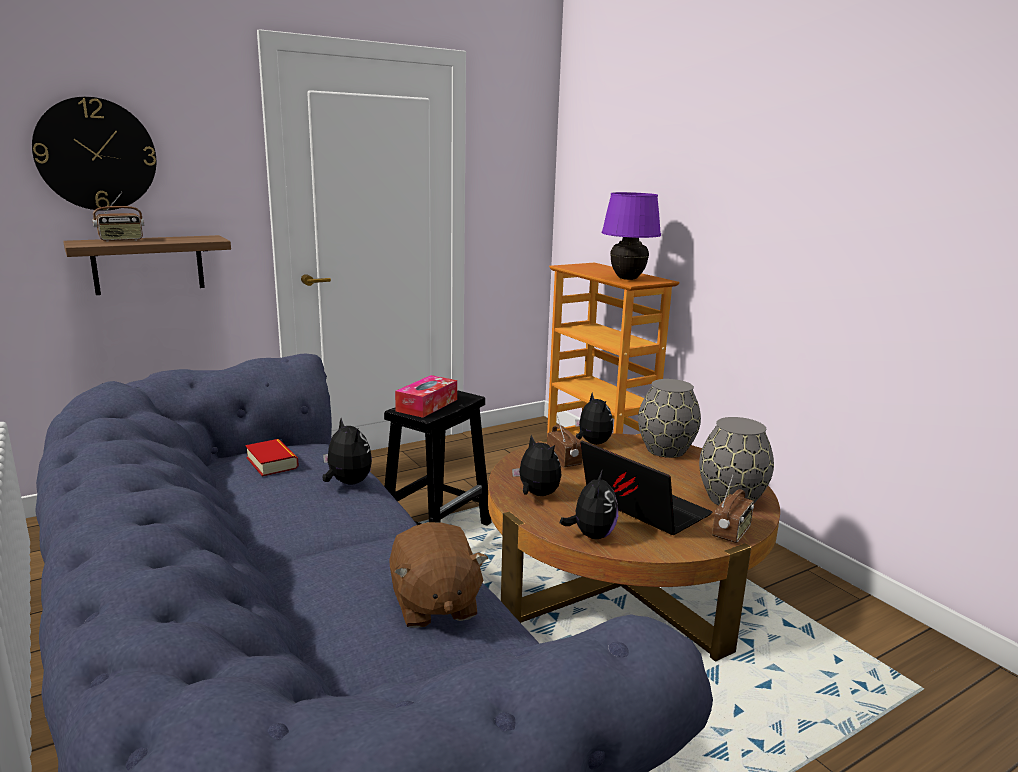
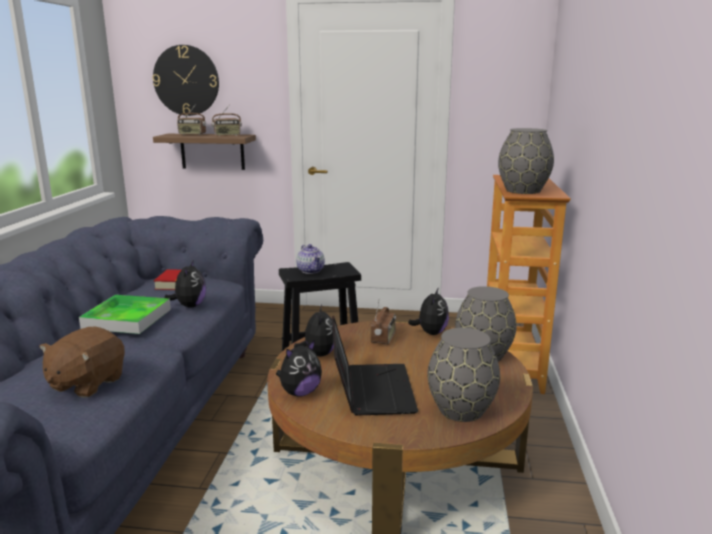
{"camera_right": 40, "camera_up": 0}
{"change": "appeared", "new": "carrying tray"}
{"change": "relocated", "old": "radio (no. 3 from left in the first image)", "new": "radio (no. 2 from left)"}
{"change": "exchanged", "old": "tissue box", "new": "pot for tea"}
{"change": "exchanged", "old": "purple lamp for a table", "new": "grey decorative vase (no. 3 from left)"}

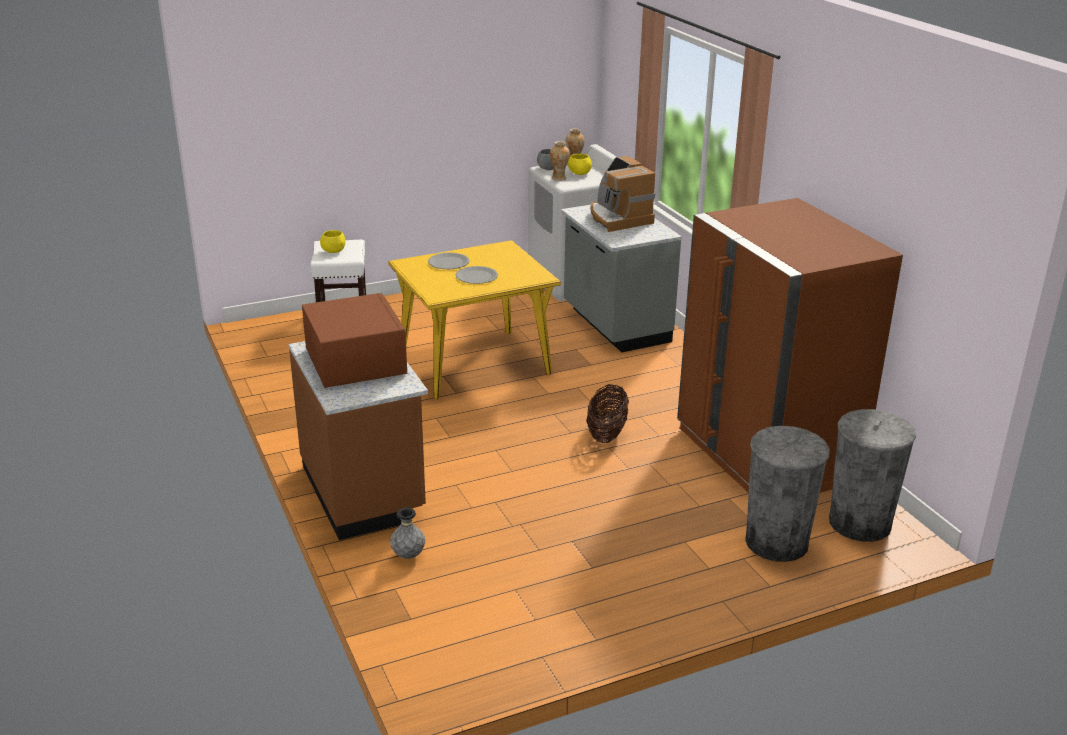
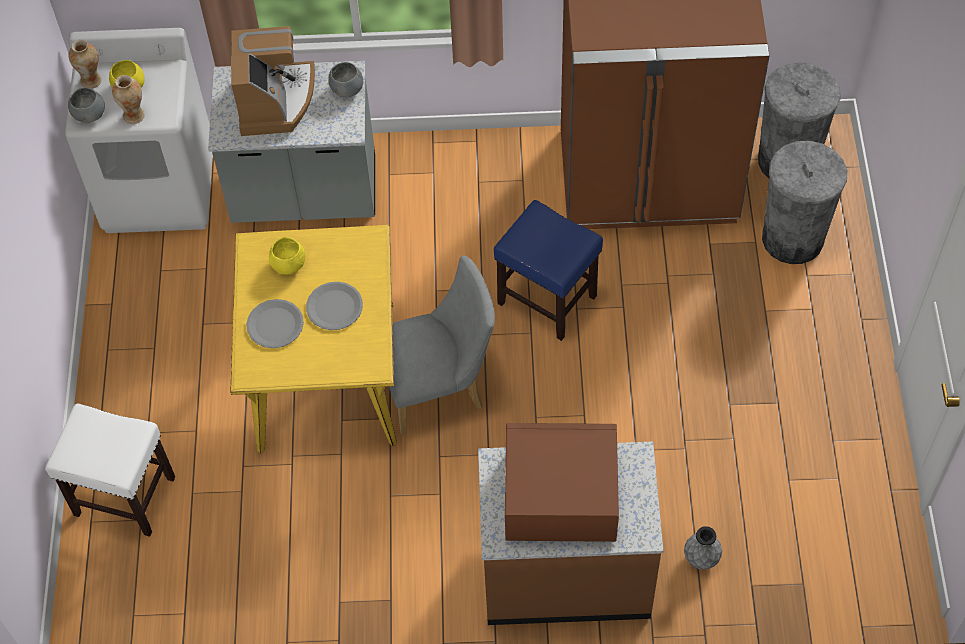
{"camera_right": -65, "camera_up": 30}
{"change": "appeared", "new": "grey serving bowl (no. 2 from left)"}
{"change": "appeared", "new": "grey chair"}
{"change": "relocated", "old": "yellow serving bowl (no. 1 from left in the first image)", "new": "yellow serving bowl (no. 2 from left)"}
{"change": "exchanged", "old": "storage basket", "new": "blue stool"}
{"change": "spun", "old": "coffee brewer", "degrees": -90}

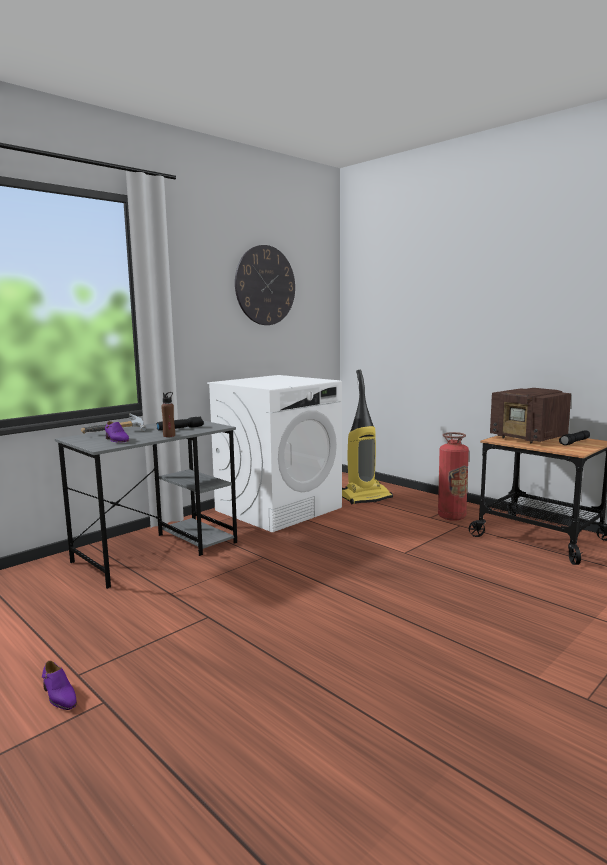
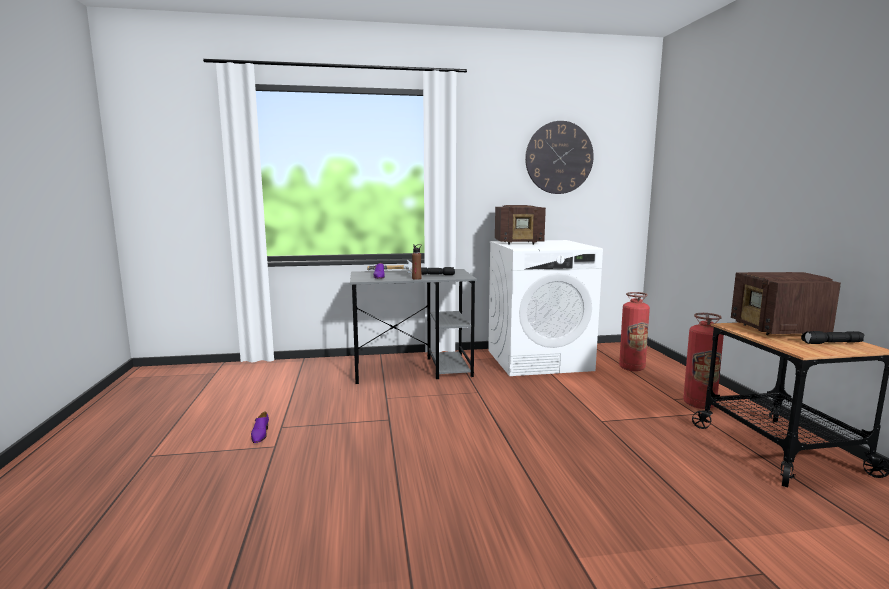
{"camera_right": 35, "camera_up": 0}
{"change": "appeared", "new": "radio (no. 1 from left)"}
{"change": "exchanged", "old": "vacuum cleaner", "new": "fire-fighting cylinder (no. 1 from left)"}

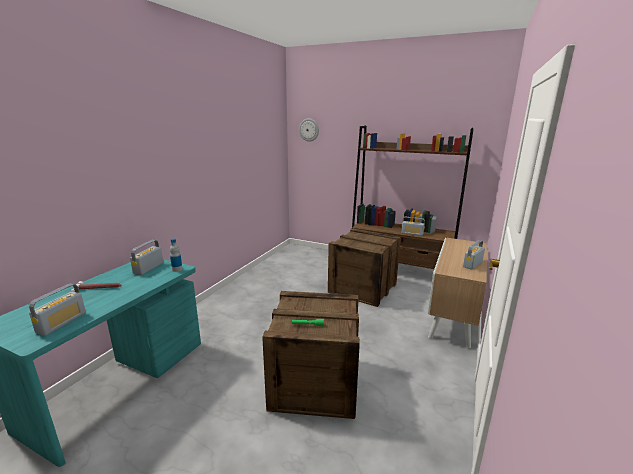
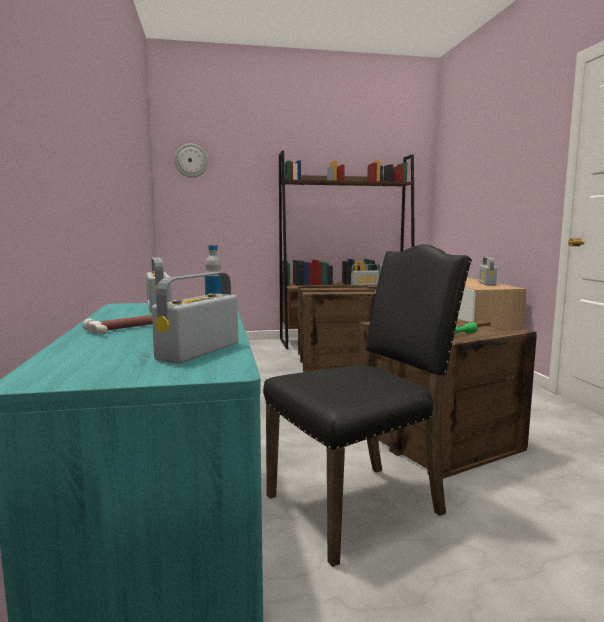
{"camera_right": -35, "camera_up": -10}
{"change": "appeared", "new": "blackish chair"}
{"change": "spun", "old": "radio (no. 1 from left in the first image)", "degrees": -135}

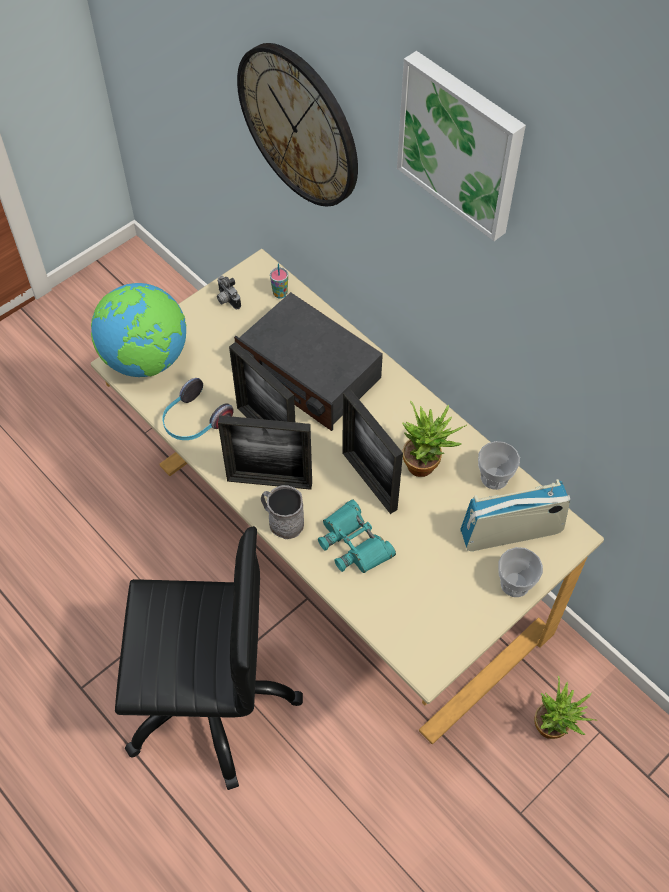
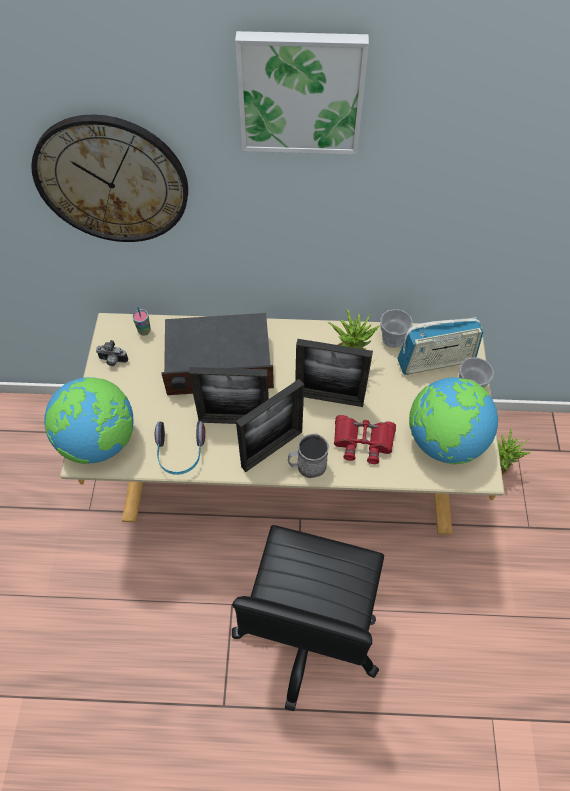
{"camera_right": -45, "camera_up": 0}
{"change": "appeared", "new": "desk globe (no. 2 from left)"}
{"change": "colour", "old": "blue-green field glasses", "new": "reddish field glasses"}
{"change": "spun", "old": "blackish desk chair", "degrees": 150}
{"change": "spun", "old": "radio (no. 2 from left)", "degrees": -135}

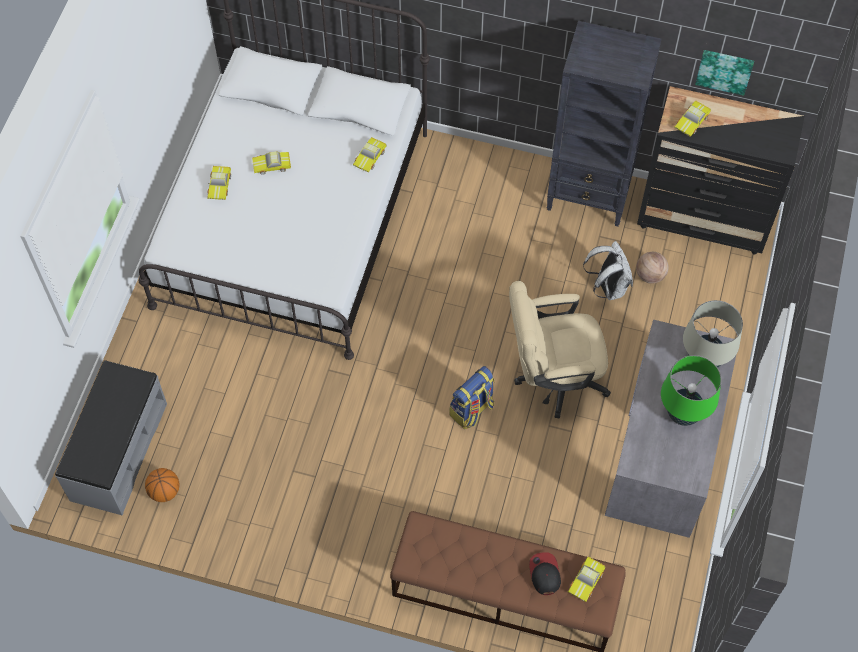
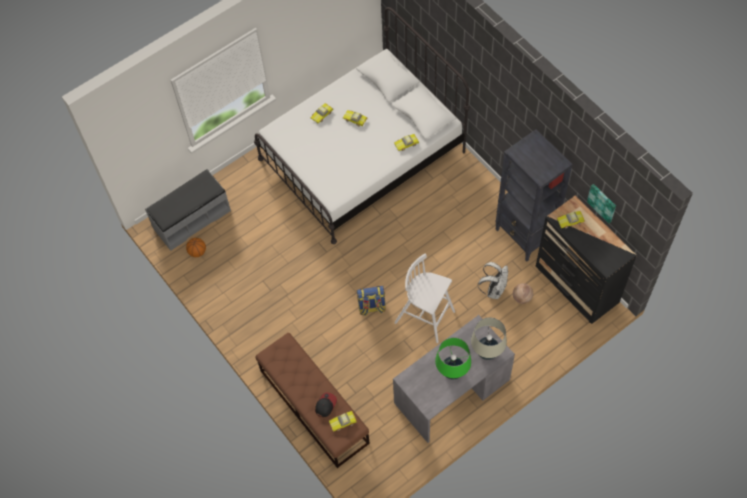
{"camera_right": 40, "camera_up": 0}
{"change": "exchanged", "old": "sand-coloured desk chair", "new": "white stool"}

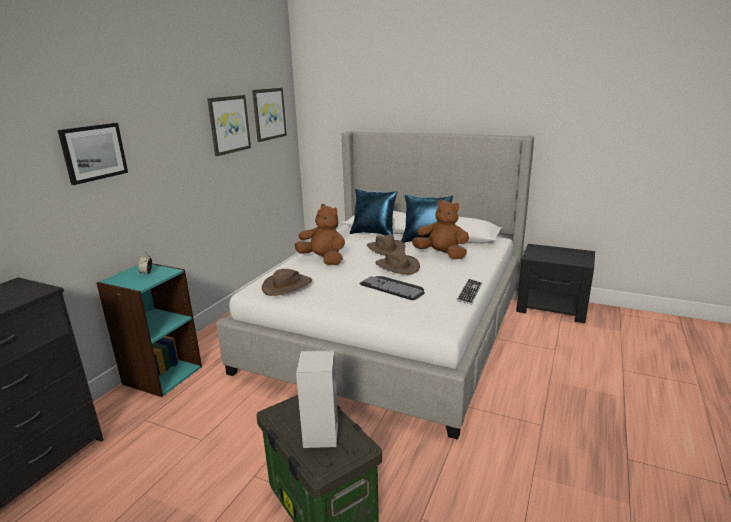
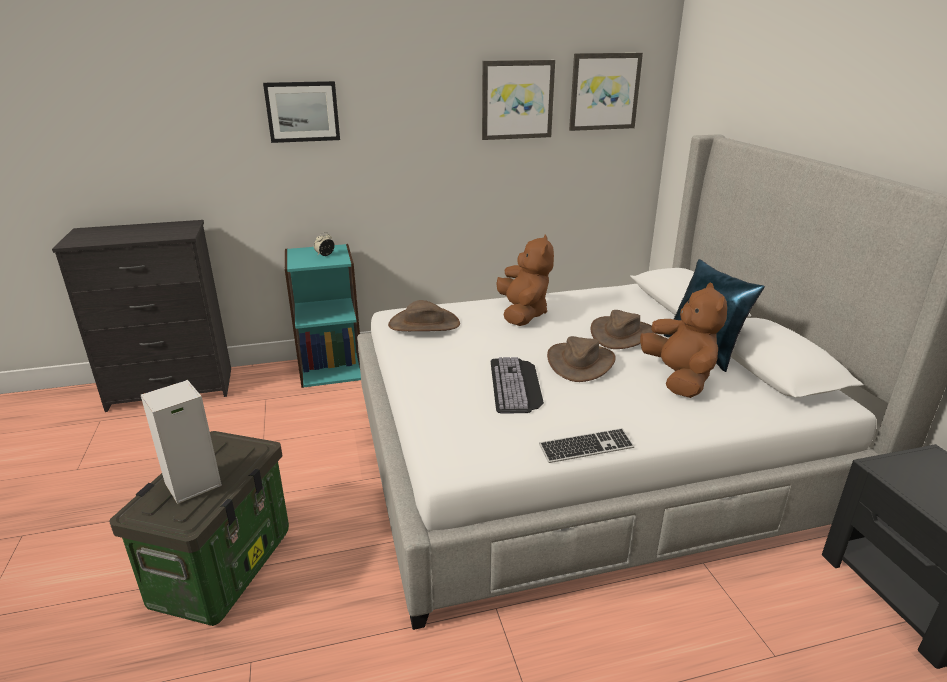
{"camera_right": 50, "camera_up": 5}
{"change": "missing", "old": "blue pillow (no. 1 from left)"}

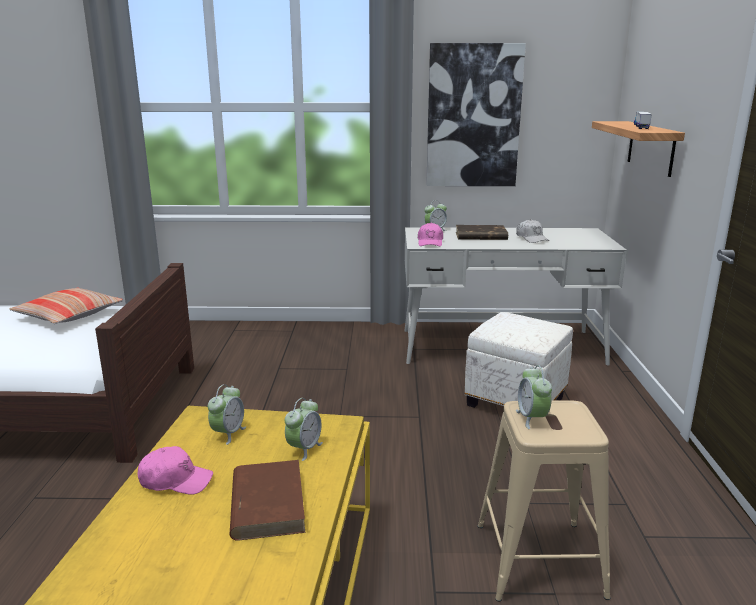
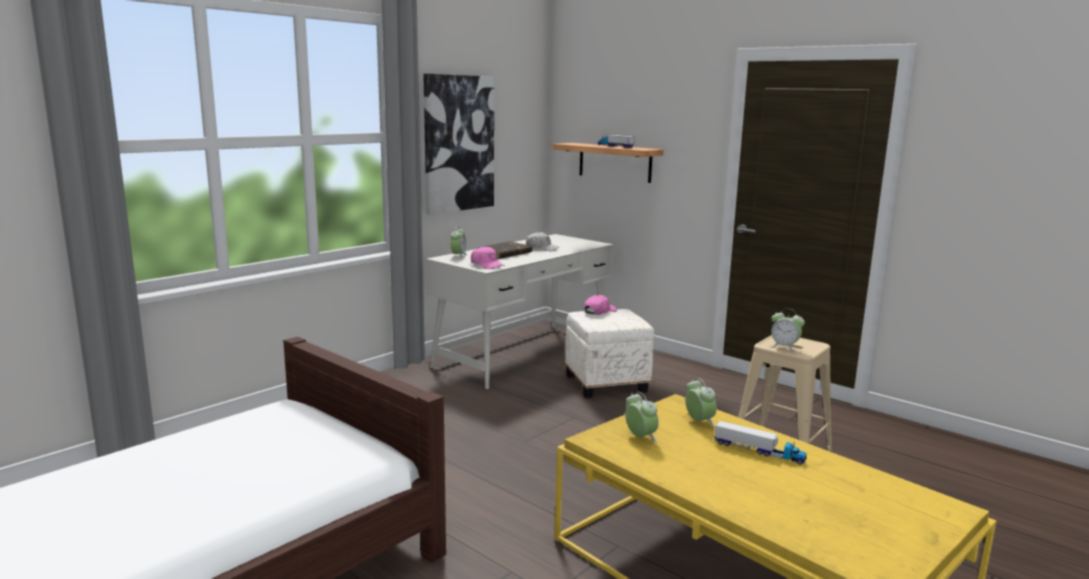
{"camera_right": -50, "camera_up": -5}
{"change": "missing", "old": "pillow"}
{"change": "relocated", "old": "pinkish cap (no. 1 from left in the first image)", "new": "pinkish cap (no. 2 from left)"}
{"change": "exchanged", "old": "brown-coloured book (no. 1 from left)", "new": "toy truck (no. 2 from left)"}

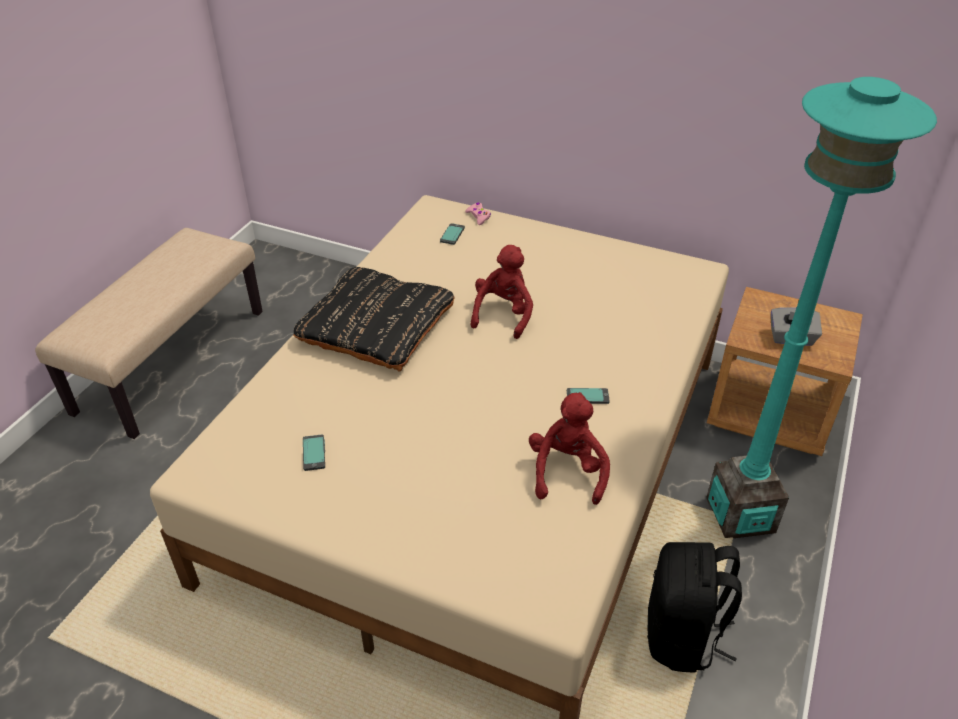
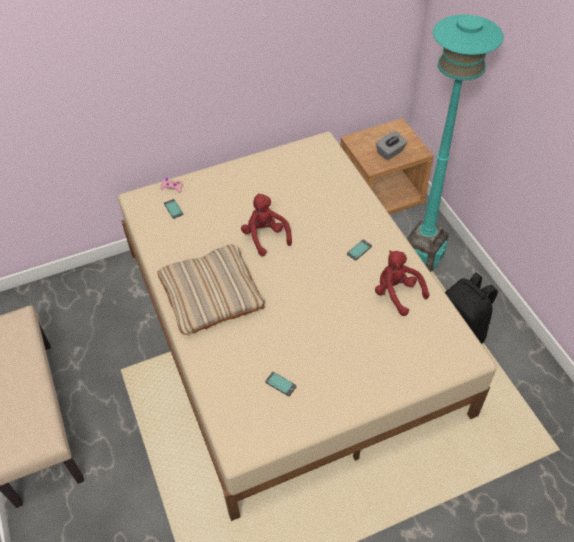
{"camera_right": -45, "camera_up": 10}
{"change": "colour", "old": "blackish pillow", "new": "sand-coloured pillow"}

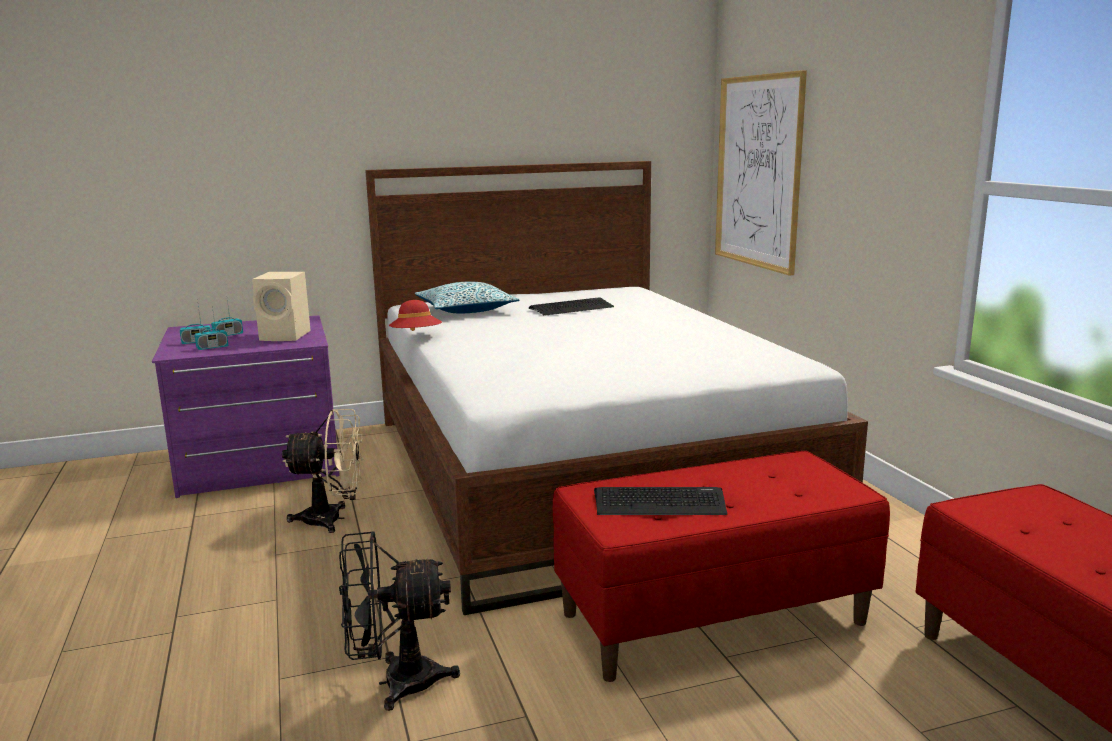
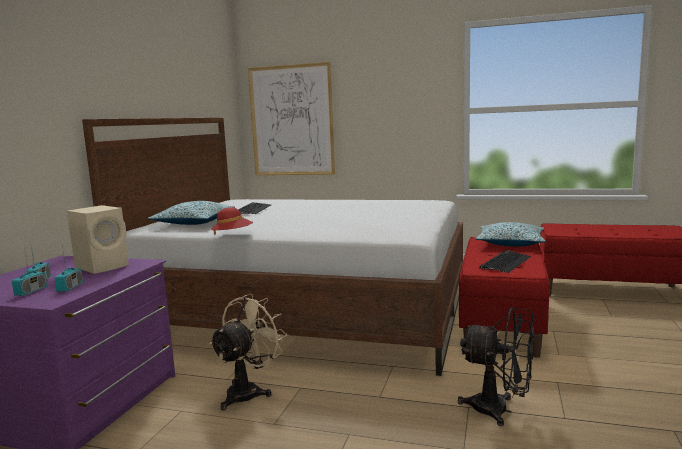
{"camera_right": -55, "camera_up": -5}
{"change": "appeared", "new": "pillow (no. 2 from left)"}
{"change": "spun", "old": "blackish cooling fan", "degrees": -90}

